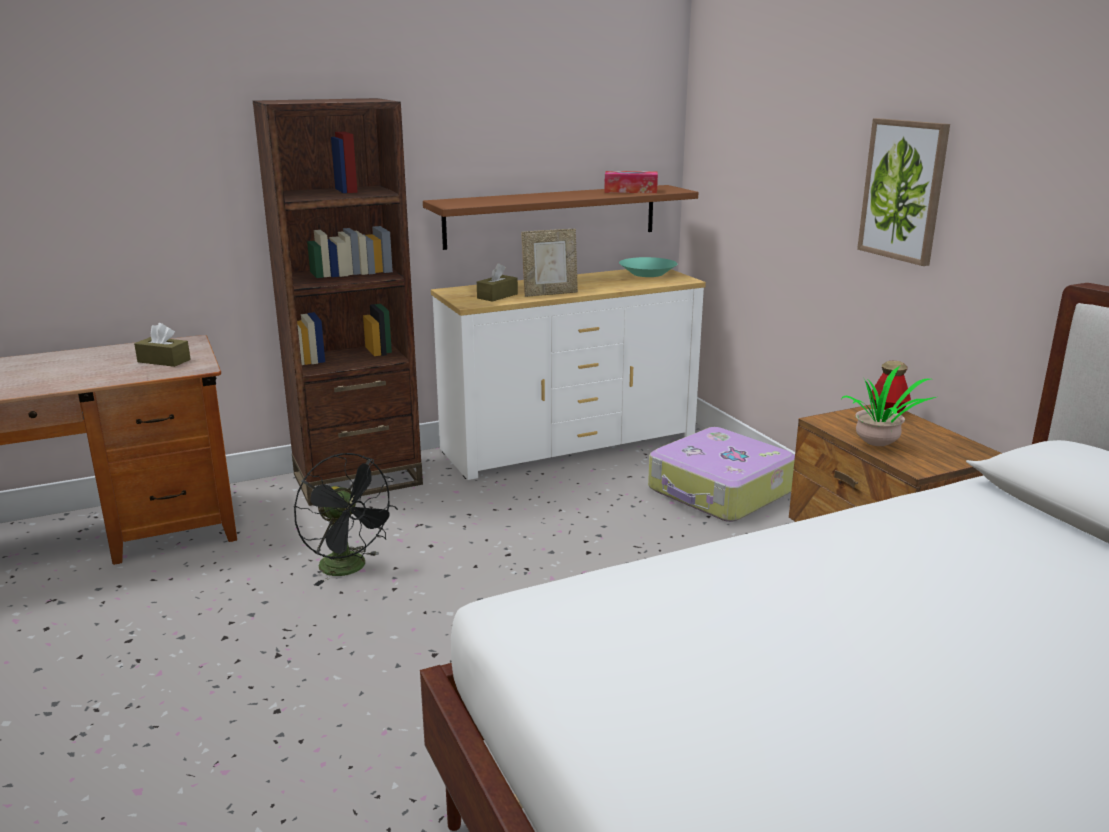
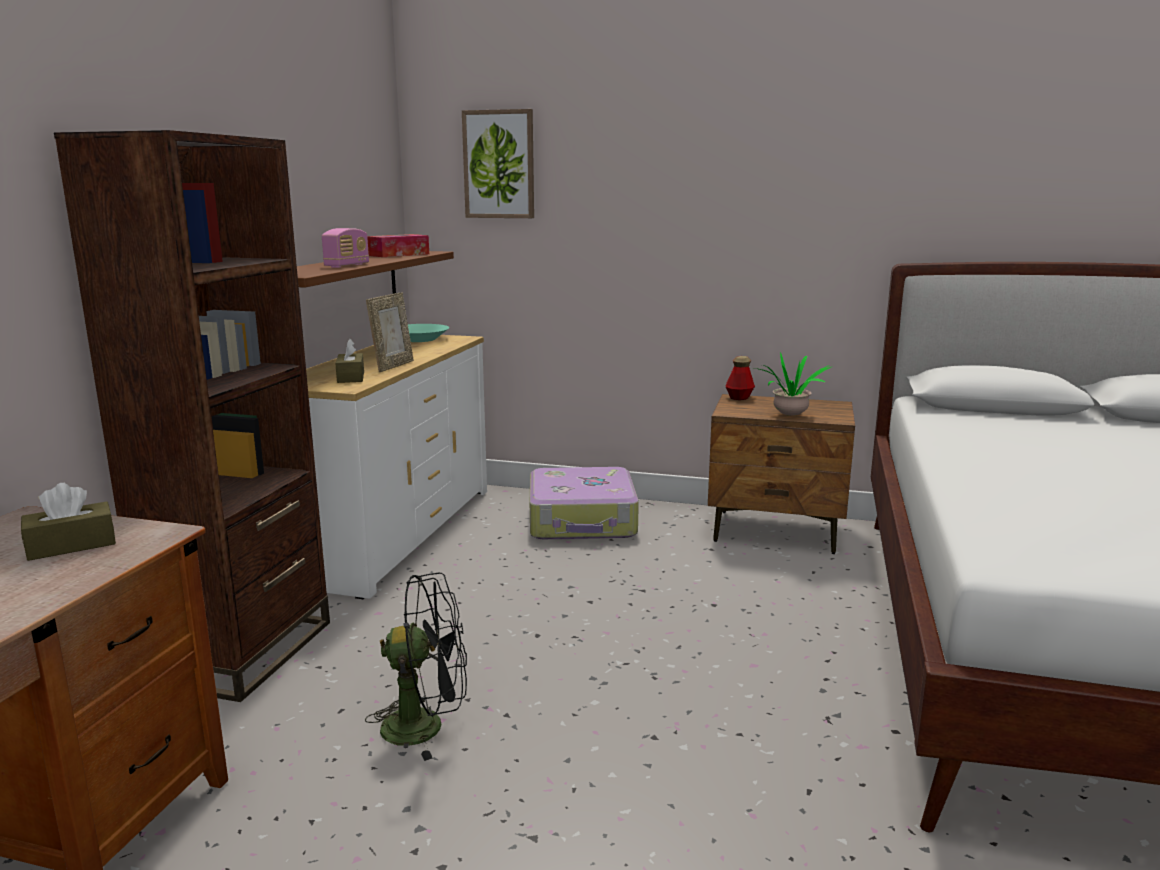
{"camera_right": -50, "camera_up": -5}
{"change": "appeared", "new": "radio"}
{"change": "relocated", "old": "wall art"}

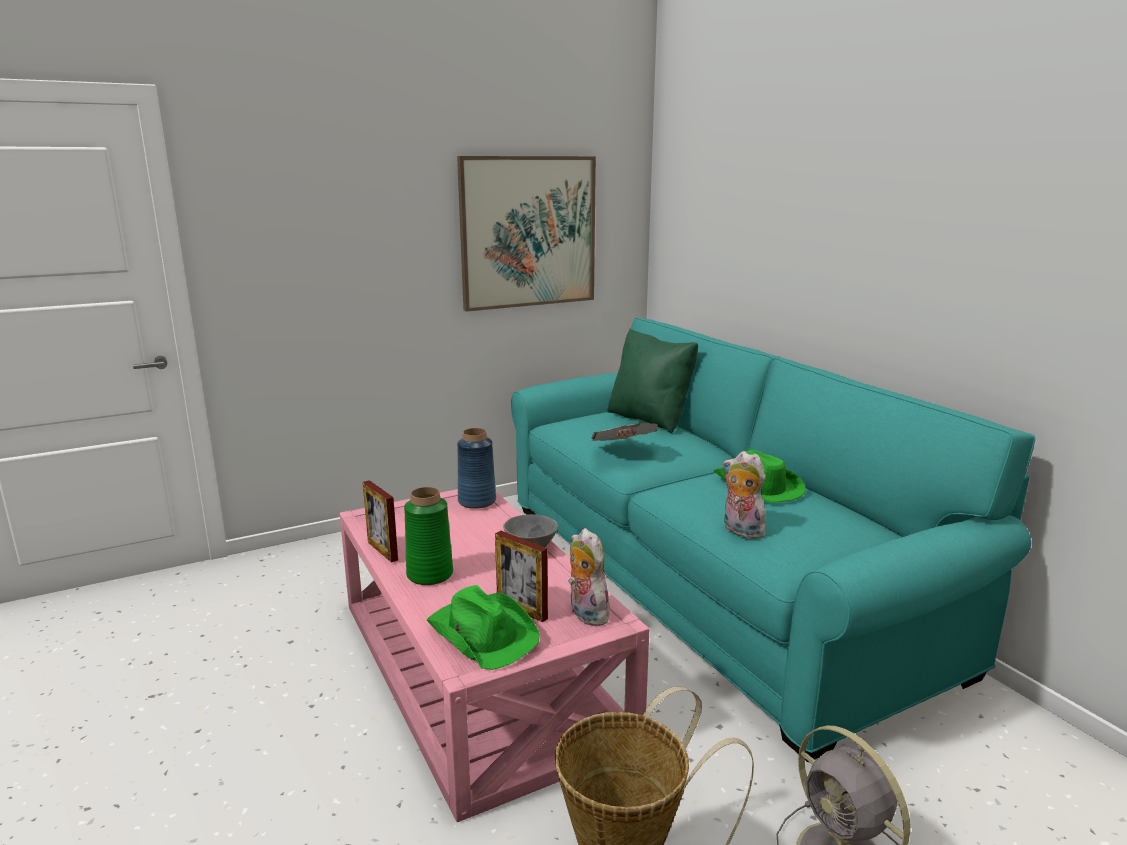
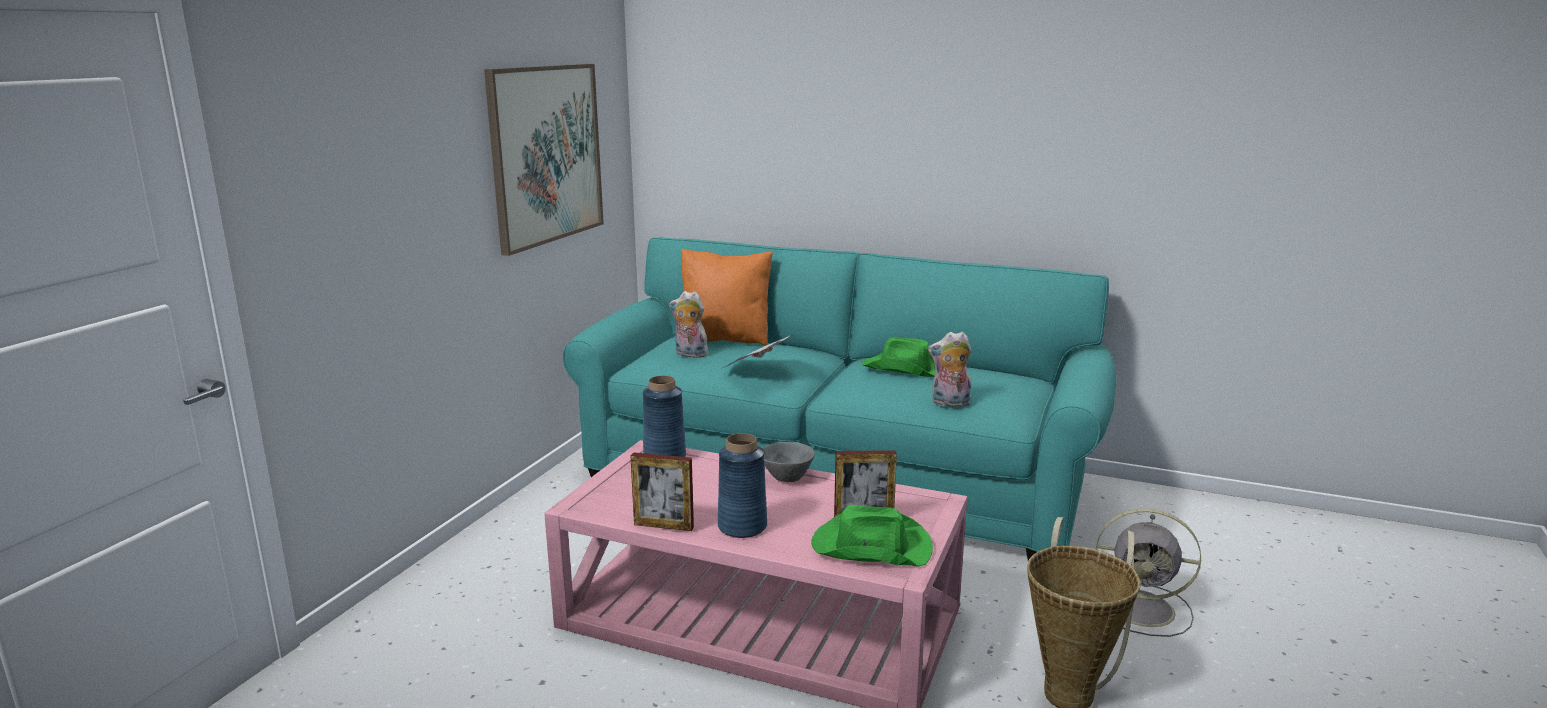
{"camera_right": -40, "camera_up": 0}
{"change": "relocated", "old": "cuddly toy (no. 1 from left)"}
{"change": "colour", "old": "green-coloured decorative vase", "new": "blue decorative vase (no. 2 from left)"}
{"change": "colour", "old": "green-coloured pillow", "new": "orange pillow"}

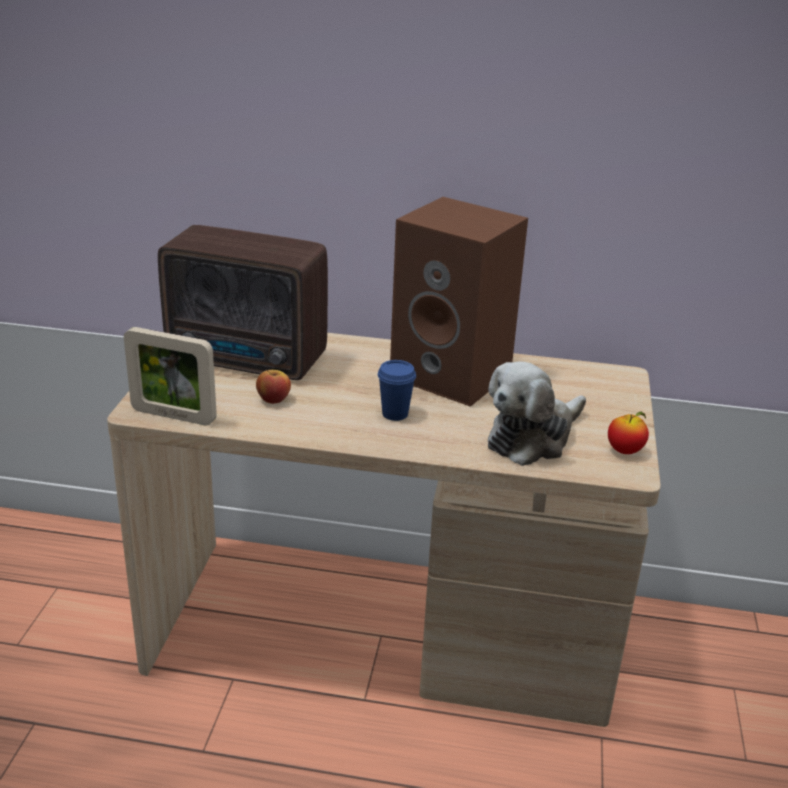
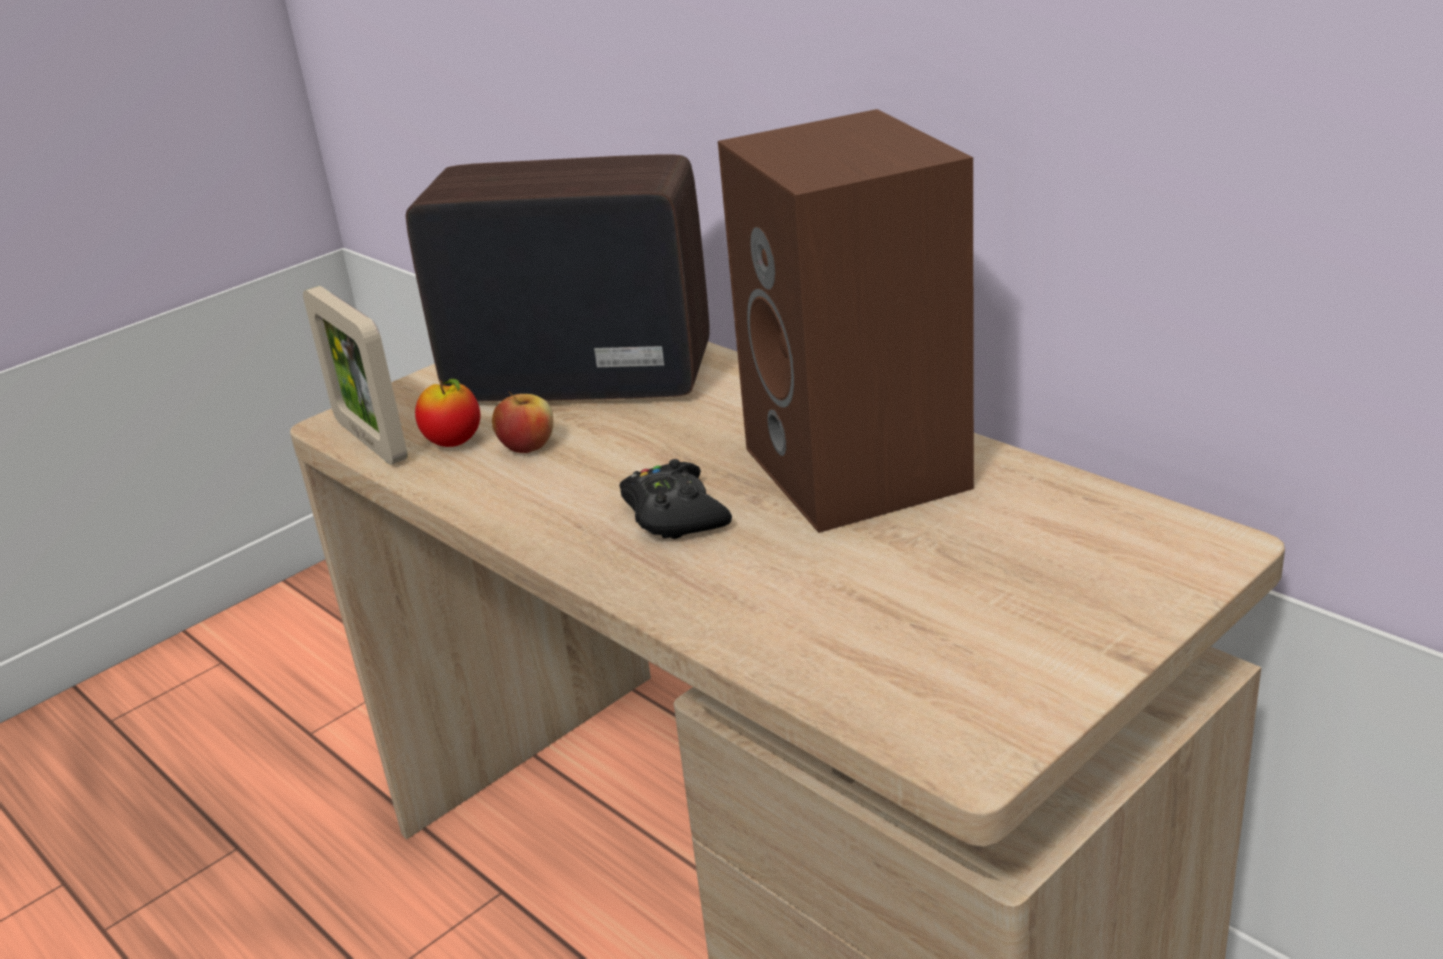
{"camera_right": 40, "camera_up": 0}
{"change": "missing", "old": "cuddly toy"}
{"change": "relocated", "old": "whole apple (no. 2 from left in the first image)", "new": "whole apple (no. 1 from left)"}
{"change": "exchanged", "old": "blue small cup", "new": "blackish gamepad"}
{"change": "spun", "old": "radio", "degrees": 135}

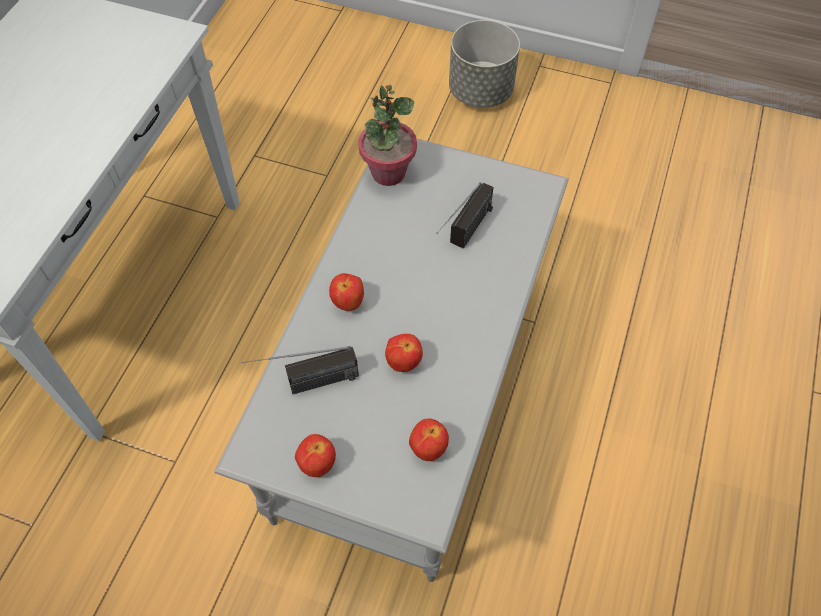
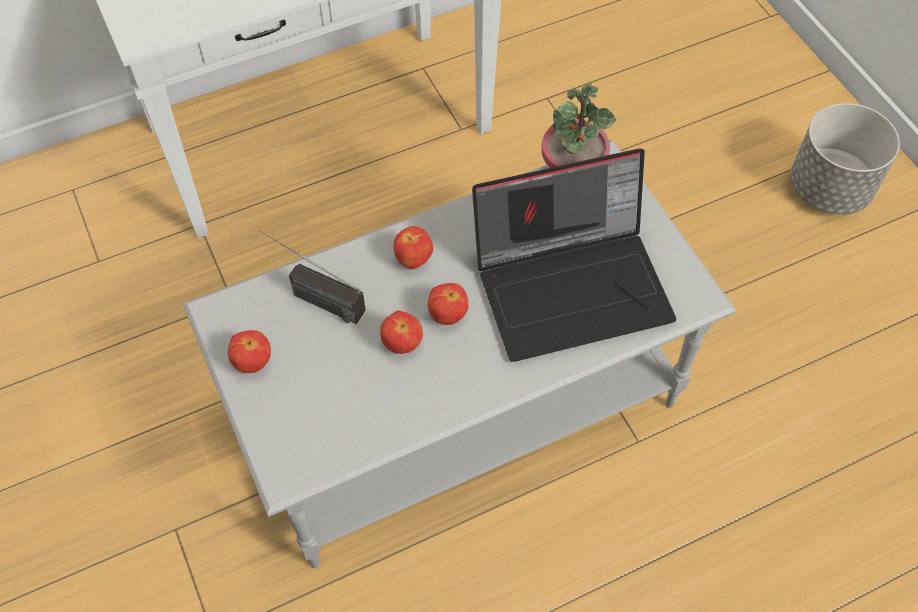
{"camera_right": 45, "camera_up": 0}
{"change": "relocated", "old": "whole apple (no. 4 from left)"}
{"change": "exchanged", "old": "radio (no. 2 from left)", "new": "notebook computer"}

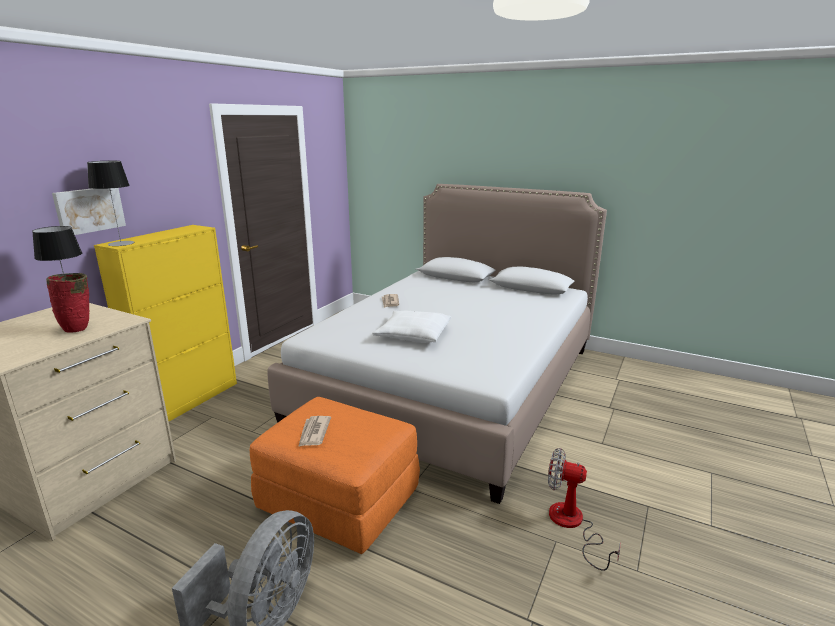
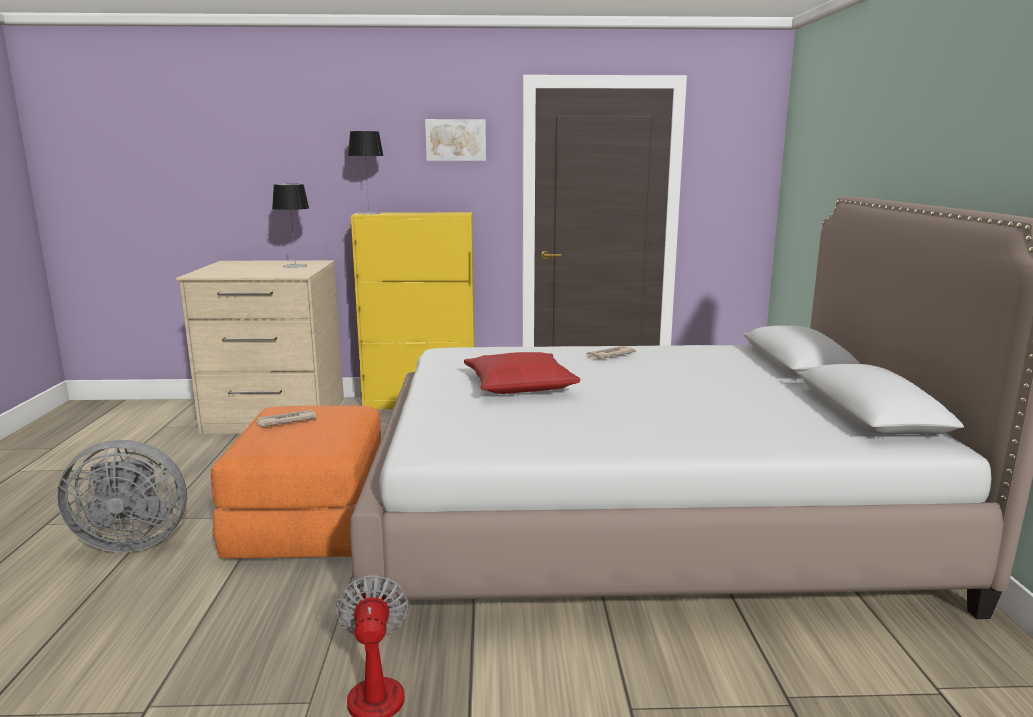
{"camera_right": 60, "camera_up": -5}
{"change": "missing", "old": "reddish decorative vase"}
{"change": "relocated", "old": "wall art"}
{"change": "colour", "old": "white pillow", "new": "reddish pillow"}

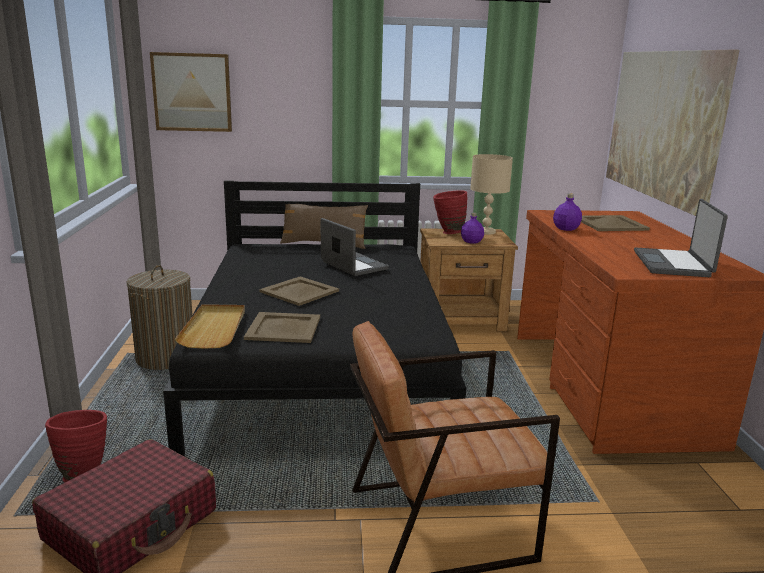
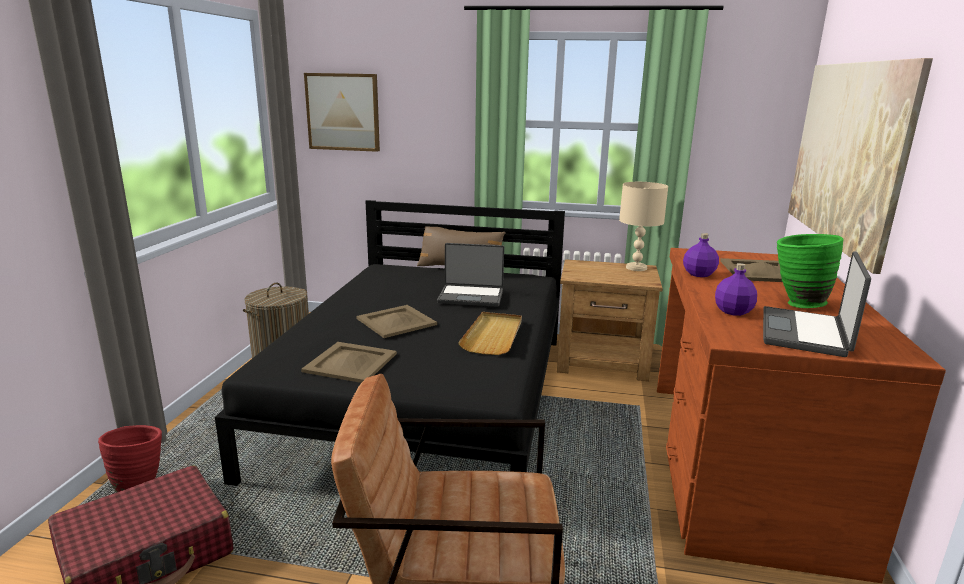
{"camera_right": 15, "camera_up": 0}
{"change": "missing", "old": "reddish decorative vase (no. 2 from left)"}
{"change": "appeared", "new": "green-coloured decorative vase"}
{"change": "relocated", "old": "sand-coloured carrying tray (no. 1 from left in the first image)", "new": "sand-coloured carrying tray (no. 3 from left)"}
{"change": "relocated", "old": "purple beverage bottle (no. 1 from left in the first image)", "new": "purple beverage bottle (no. 2 from left)"}
{"change": "spun", "old": "notebook computer (no. 1 from left)", "degrees": 120}

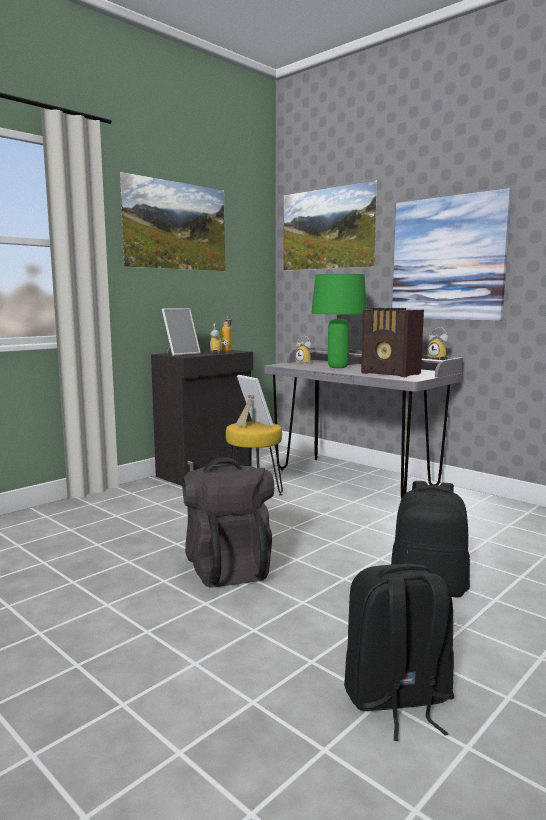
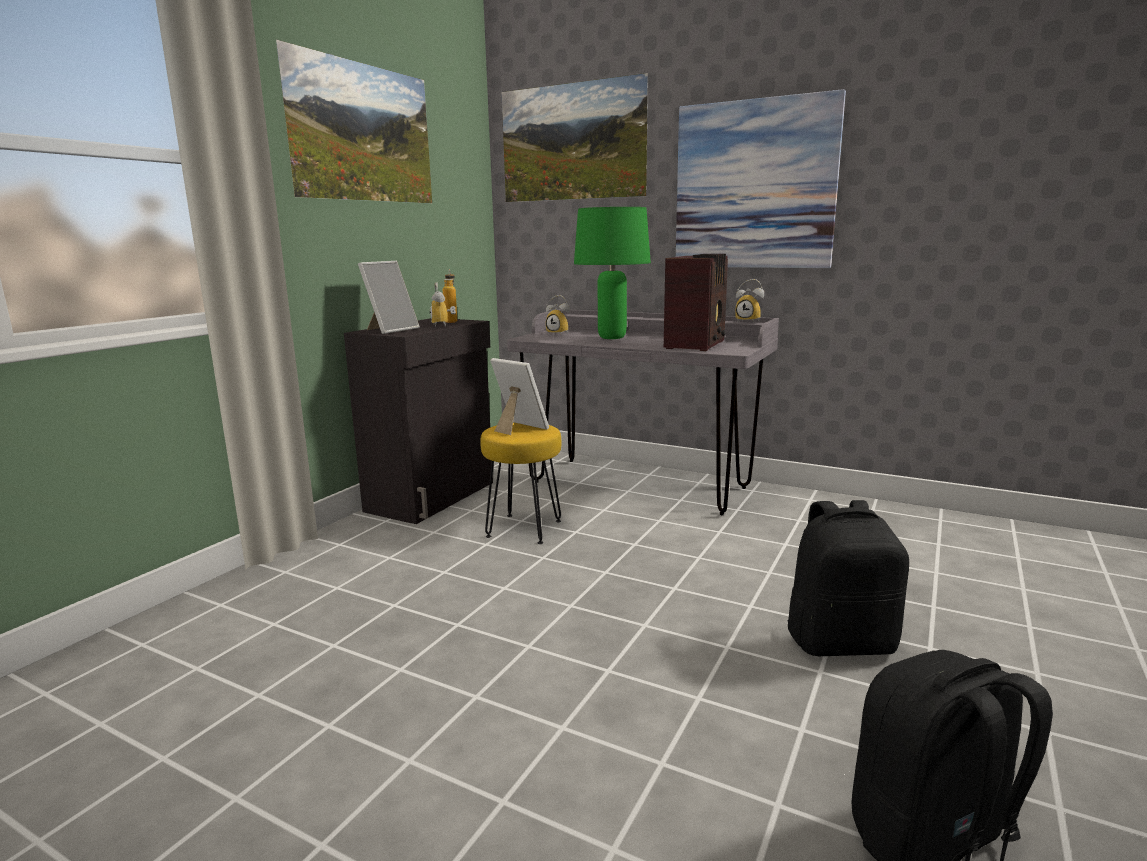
{"camera_right": -15, "camera_up": 5}
{"change": "missing", "old": "blackish backpack (no. 1 from left)"}
{"change": "spun", "old": "radio", "degrees": -90}

